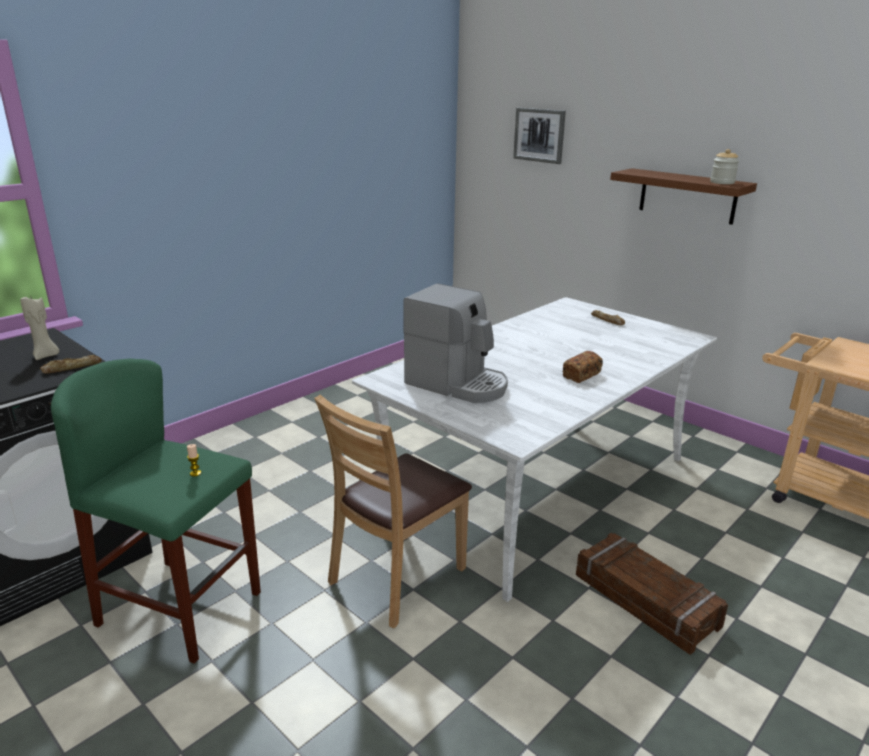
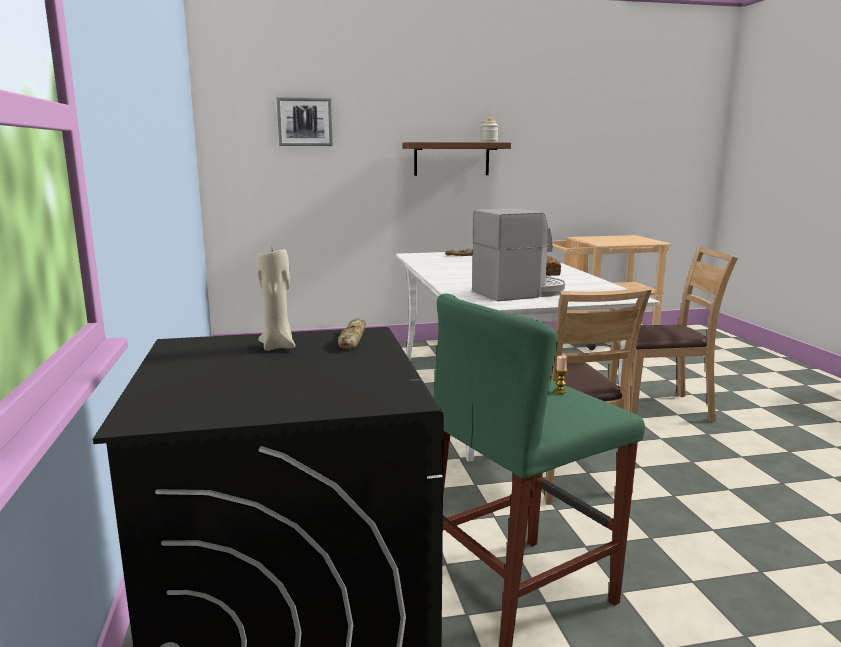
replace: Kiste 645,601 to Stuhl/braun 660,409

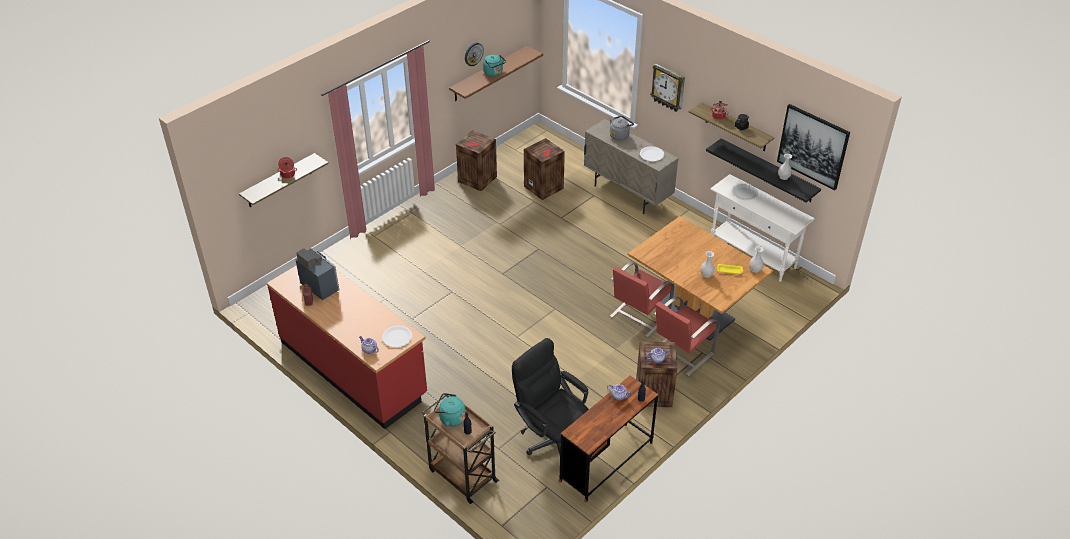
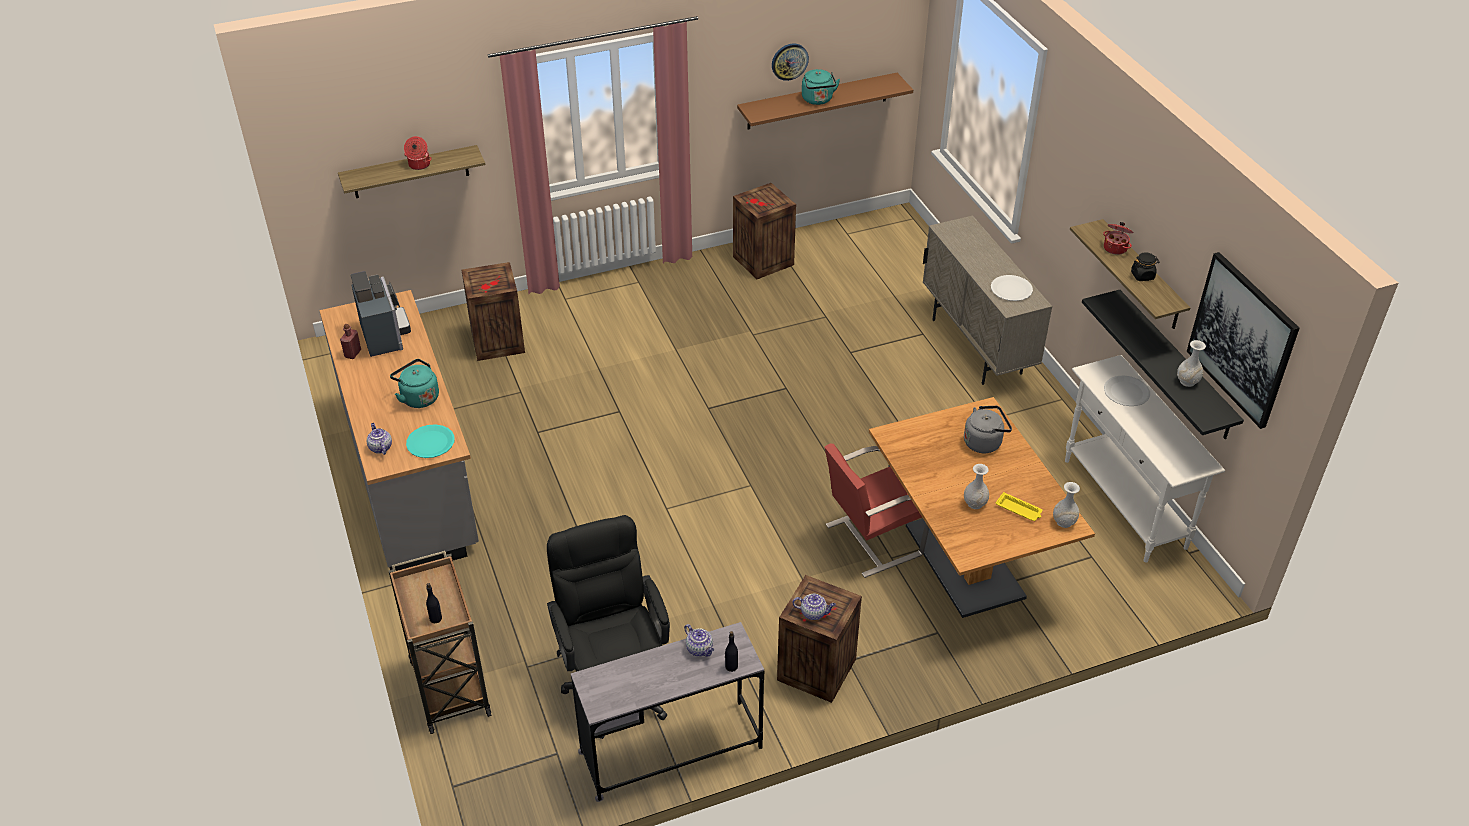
delete: Wanduhr 668,87; Stuhl/rot 681,353
move: Wasserkessel/türkis 450,418 to 418,397; Kiste 544,187 to 499,342; Wasserkessel/grau 620,135 to 984,442
recolor: Küchenzeile/rot 353,368 to Küchenzeile/grau 411,475; Teller/weiß 397,337 to Teller/türkis 430,442; Schreibtisch/braun 606,462 to Schreibtisch/grau 671,750

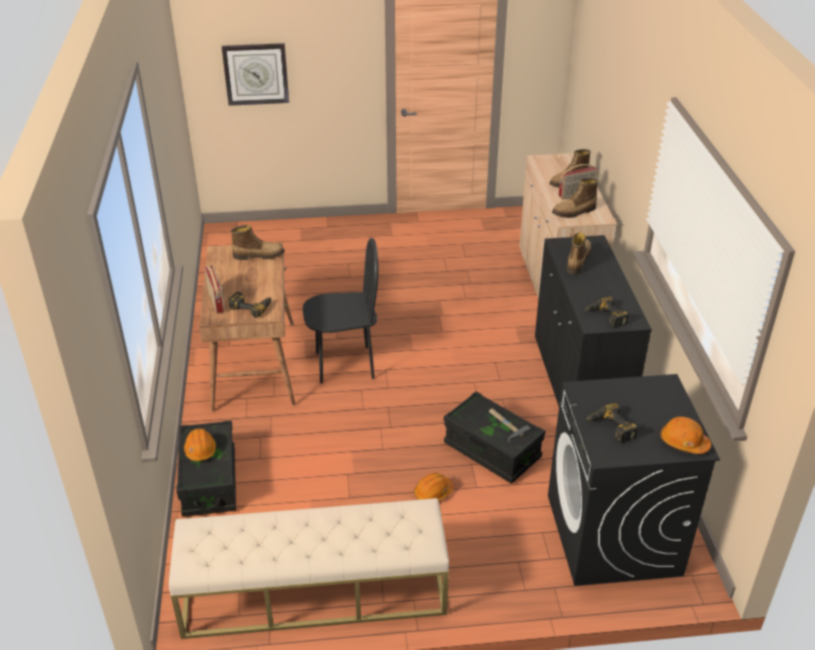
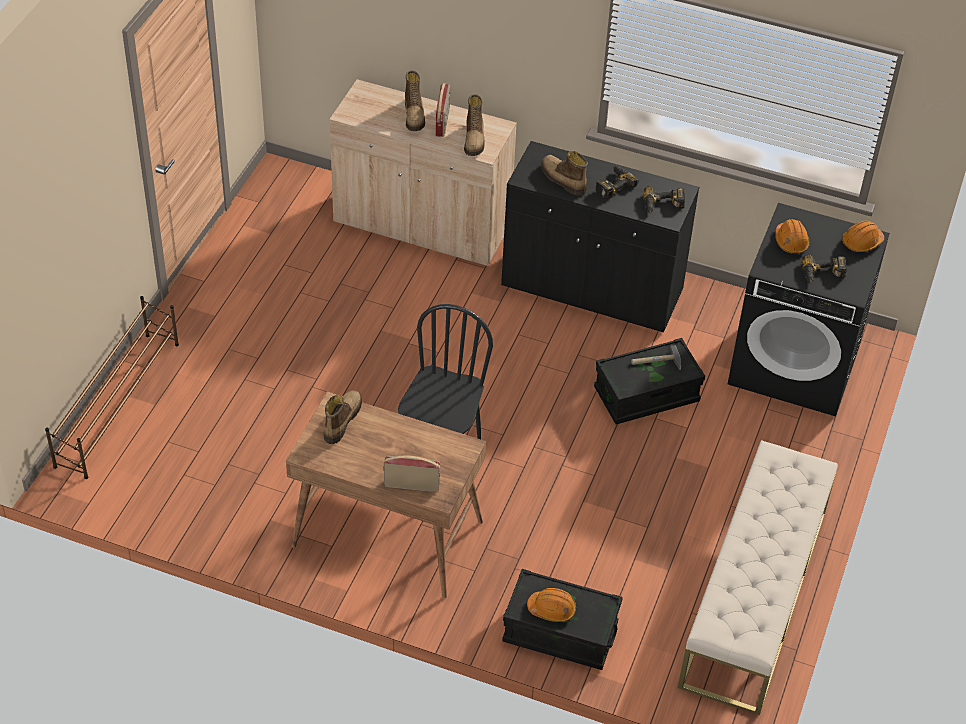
delete: Wanduhr 256,74
insert: Schuhregal/braun 119,403
move: Bohrmaschine 251,306 to 612,184; Schutzhelm/orange 433,493 to 791,242

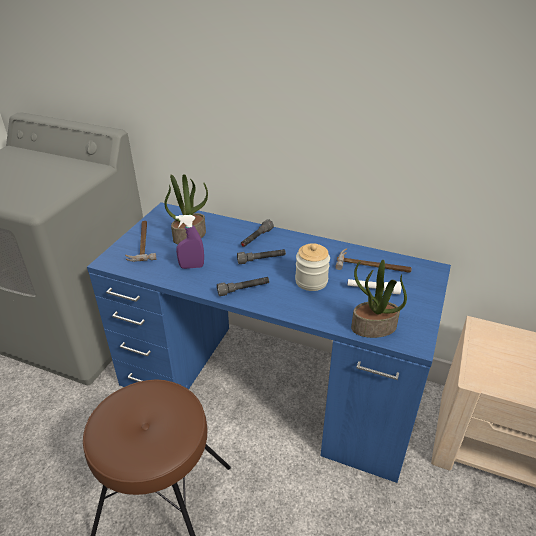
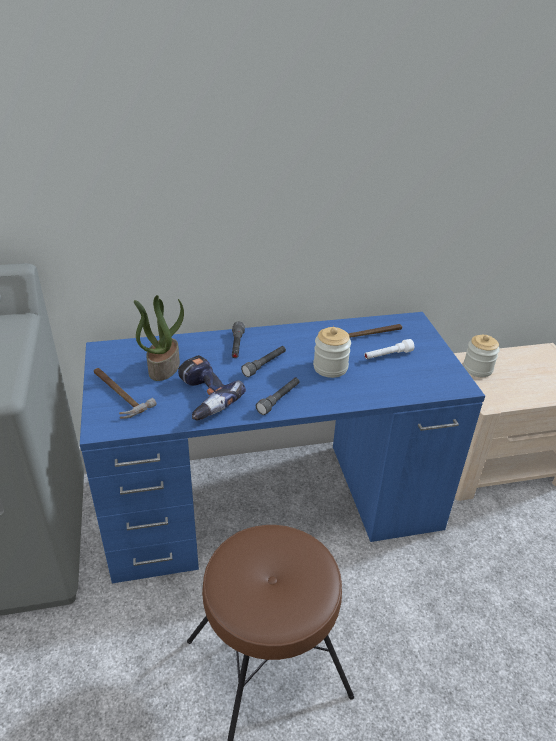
delete: Topfpflanze 373,328
insert: Vorratsglas 477,369
replace: Sprühflasche/lila 191,266 to Bohrmaschine 202,398

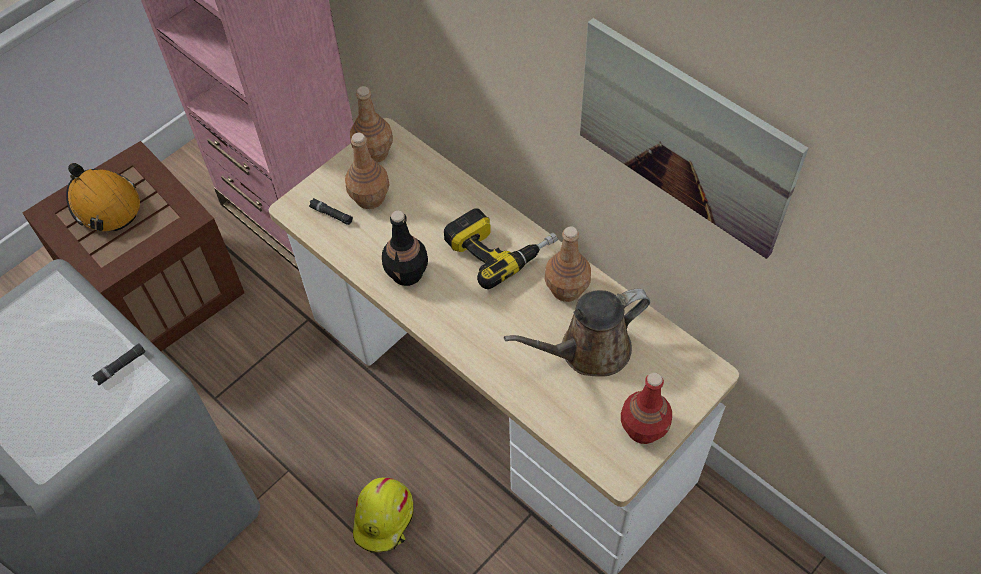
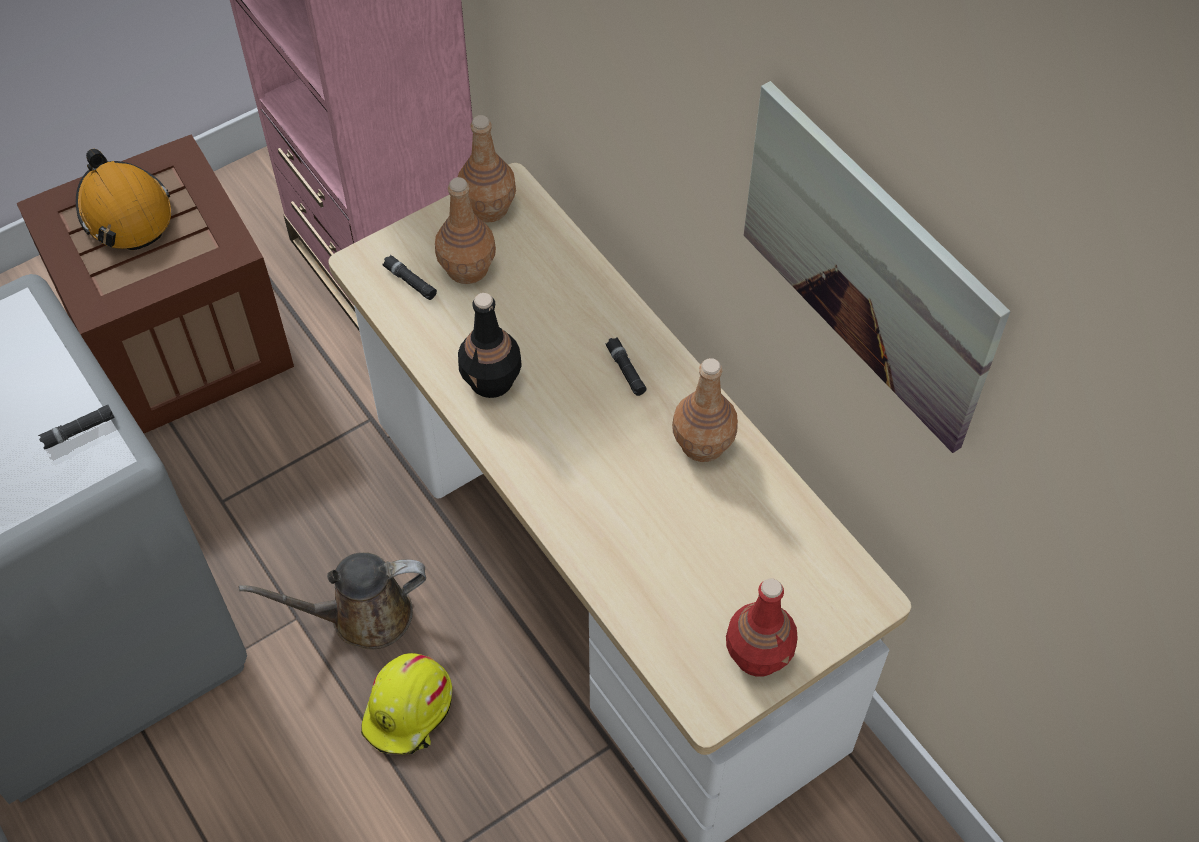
move: Gießkanne/braun 588,350 to 362,616
replace: Bohrmaschine 500,248 to Taschenlampe/schwarz 625,370

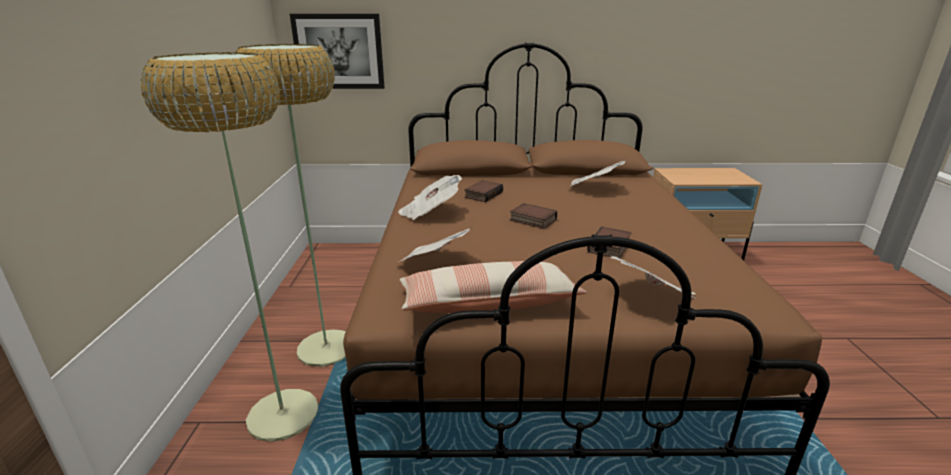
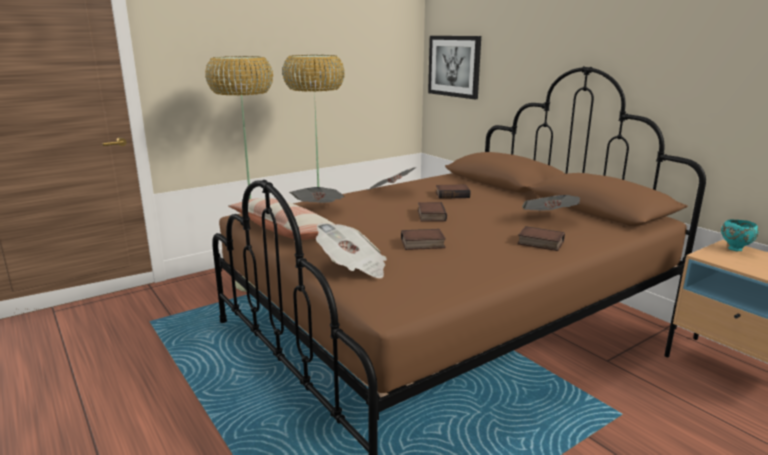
insert: Buch 539,243; Schüssel/türkis 735,249

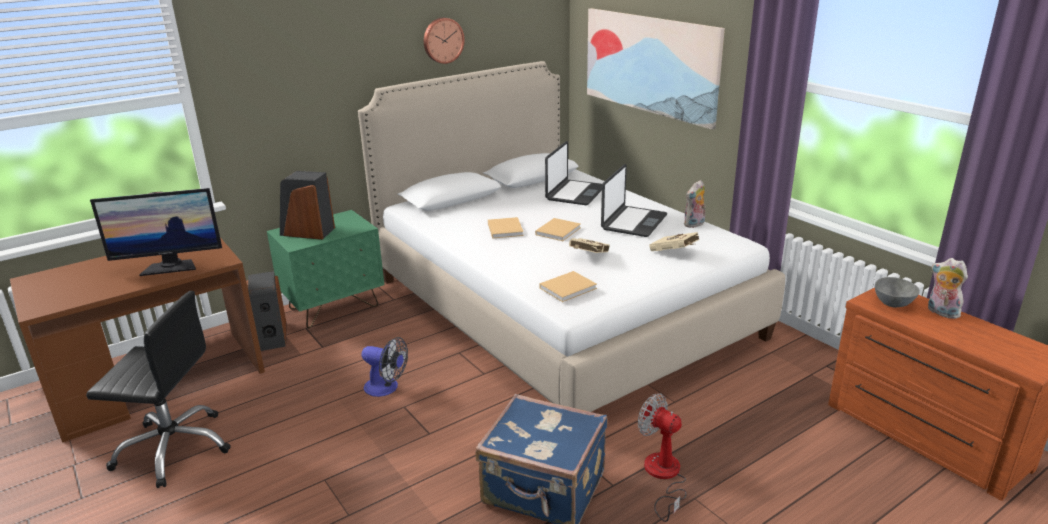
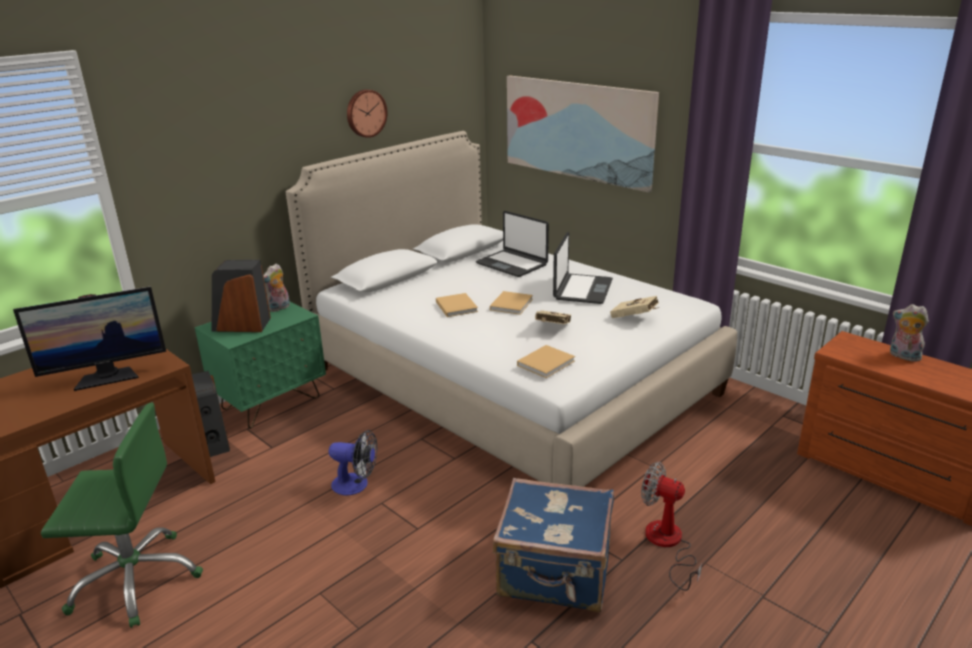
delete: Schüssel/grau 893,303
move: Plüschtier 694,225 to 279,308
recolor: Bürostuhl/schwarz 174,448 to Bürostuhl/grün 136,579
rotate: Laptop 575,193 = 512,264 120 degrees clockwise

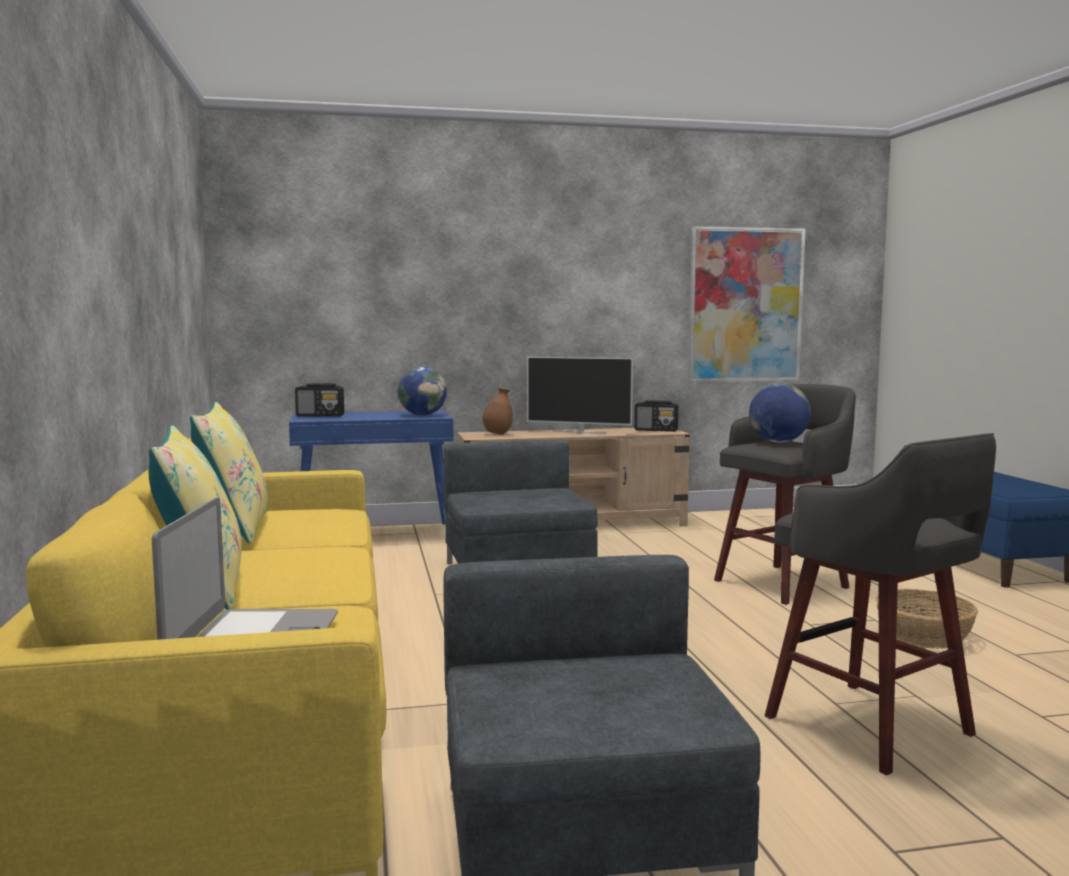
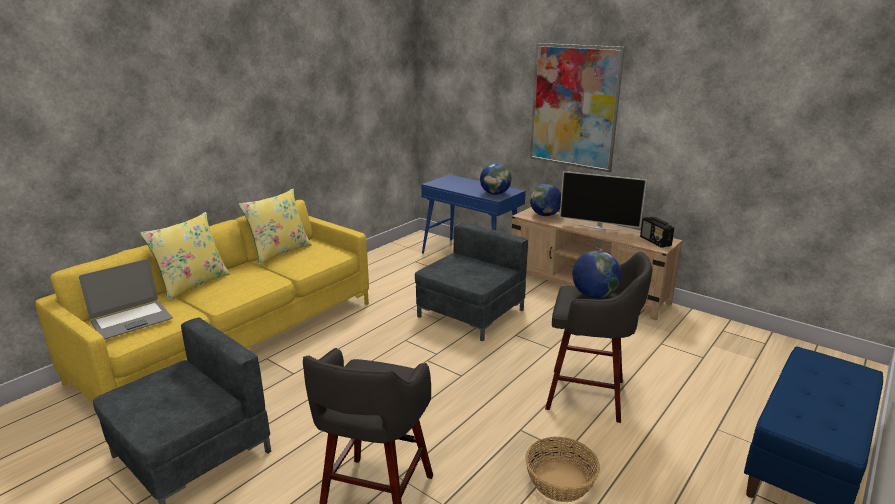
delete: Radio 320,416
move: Bild 745,305 to 574,106
replace: Vase/braun 497,434 to Globus 545,215
rotate: Fernseher 579,432 = 598,227 45 degrees counterclockwise

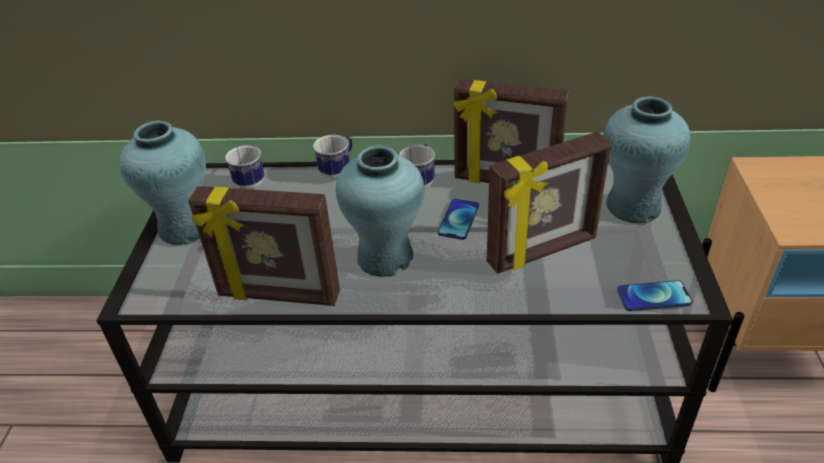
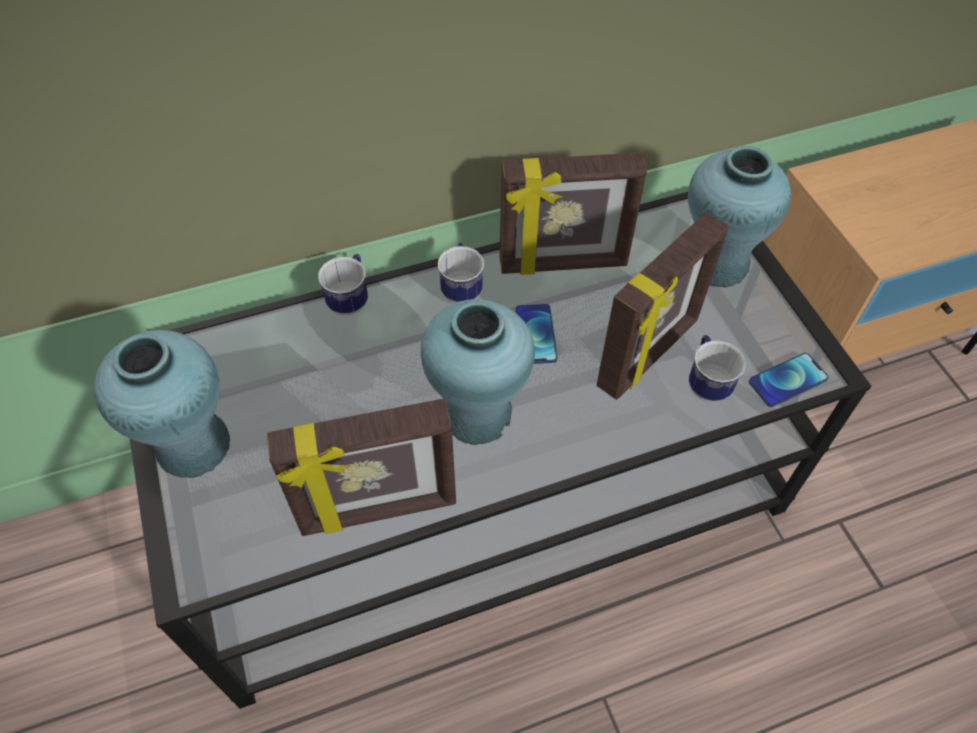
move: Henkelbecher 251,181 to 706,383

